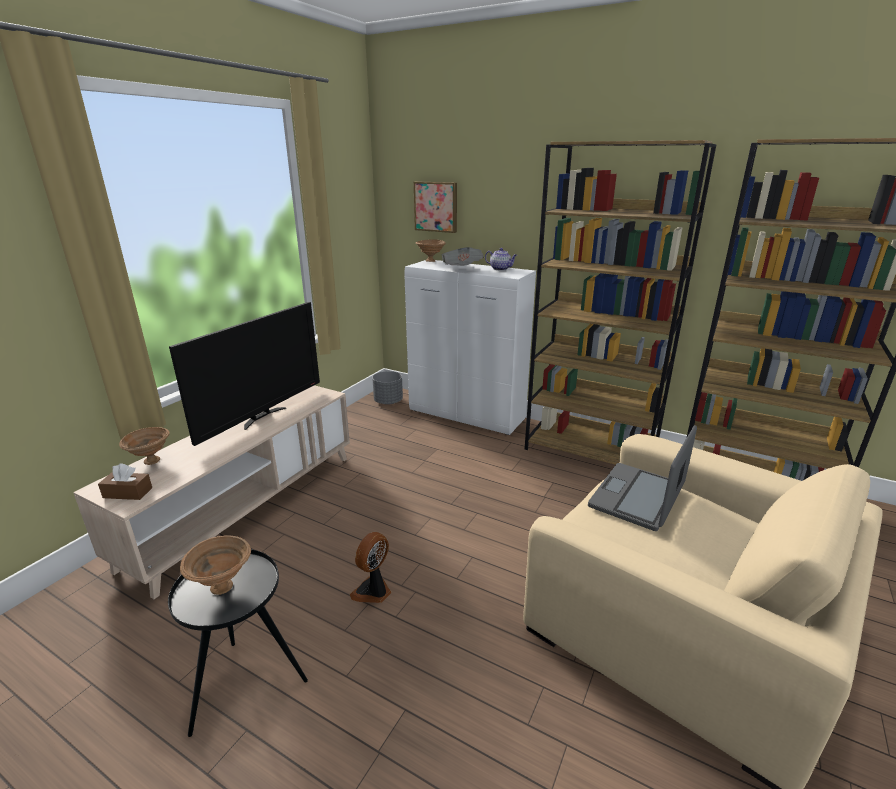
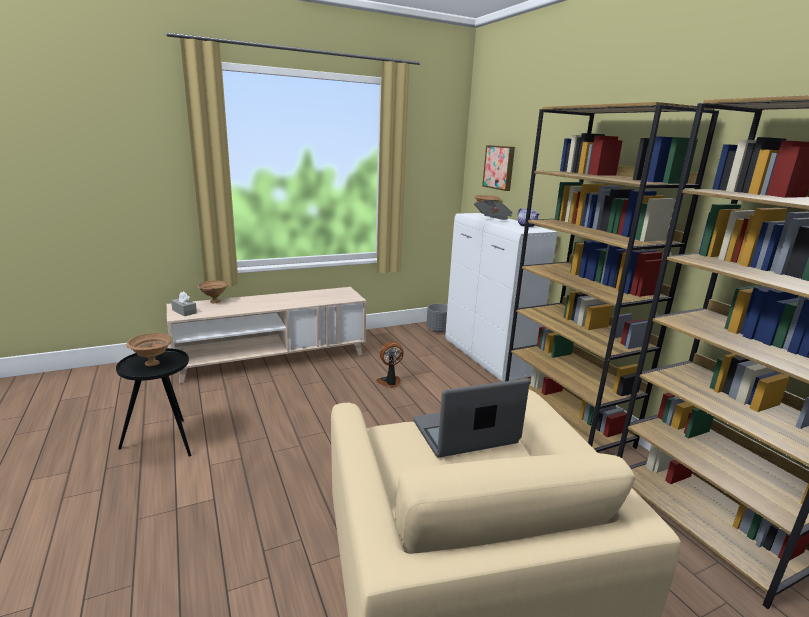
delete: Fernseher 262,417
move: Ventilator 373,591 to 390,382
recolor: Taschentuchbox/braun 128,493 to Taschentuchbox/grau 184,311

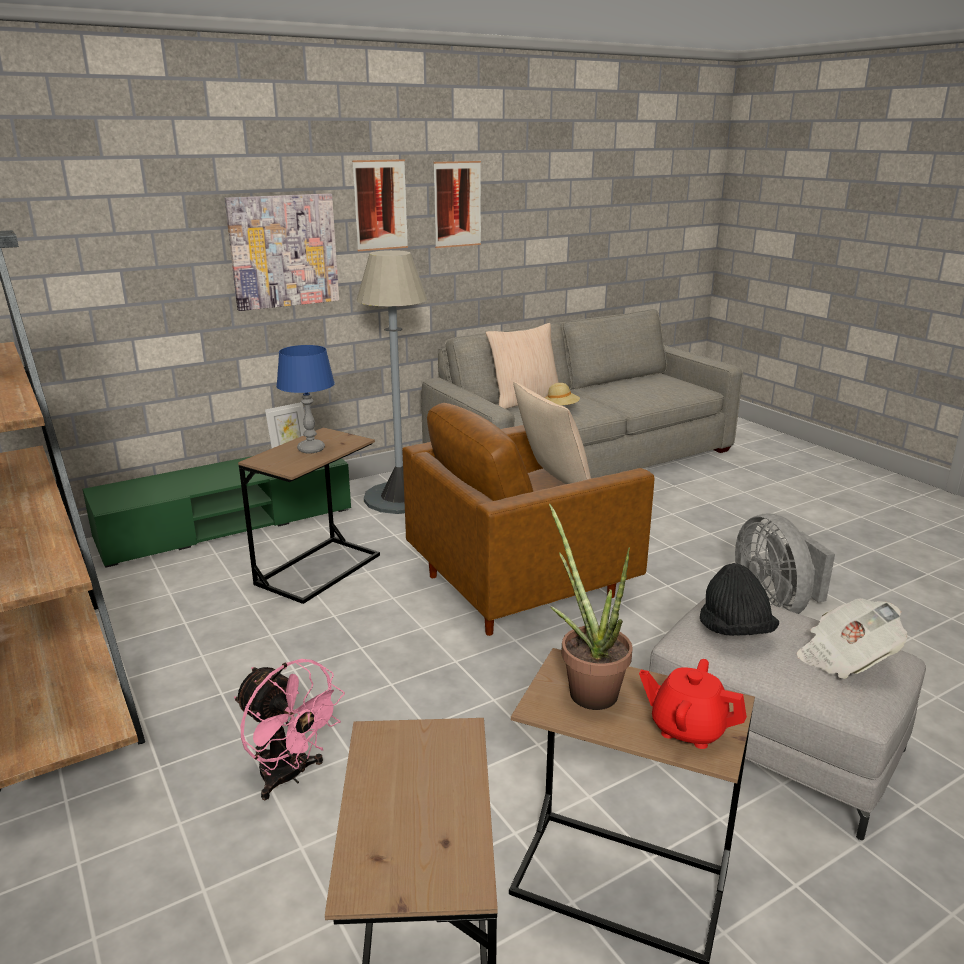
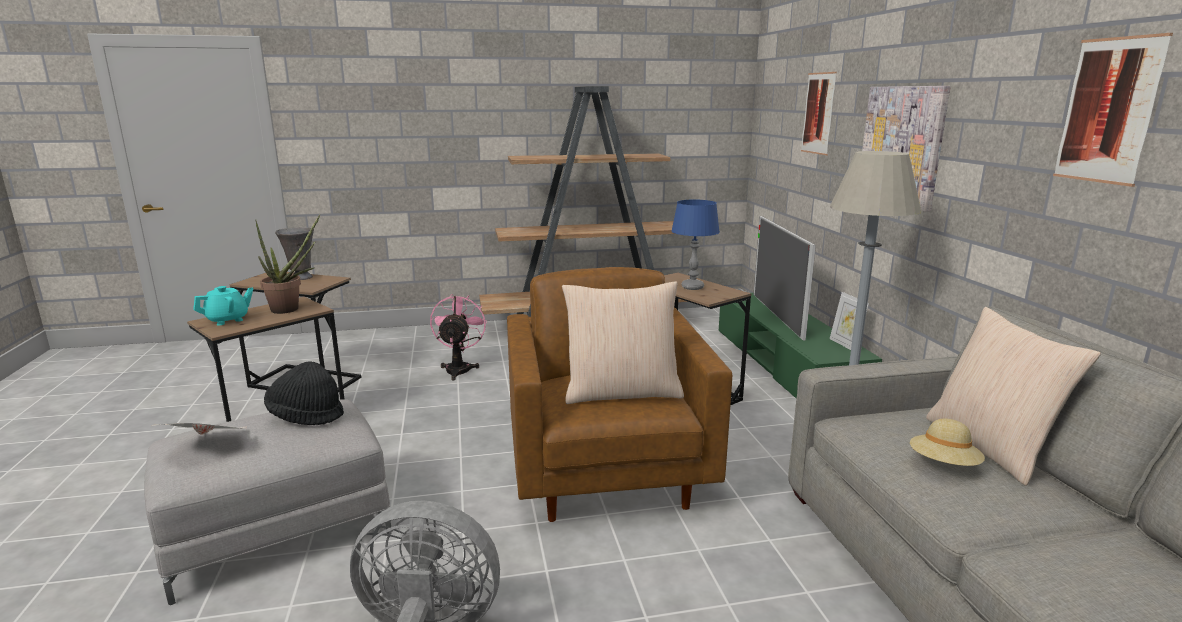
insert: Vase/grau 301,278; Fernseher 776,315
move: Bild 380,205 to 818,113
recolor: Teekanne/rot 687,728 to Teekanne/türkis 228,320
rotate: Ventilator/rosa 289,776 = 459,368 120 degrees clockwise

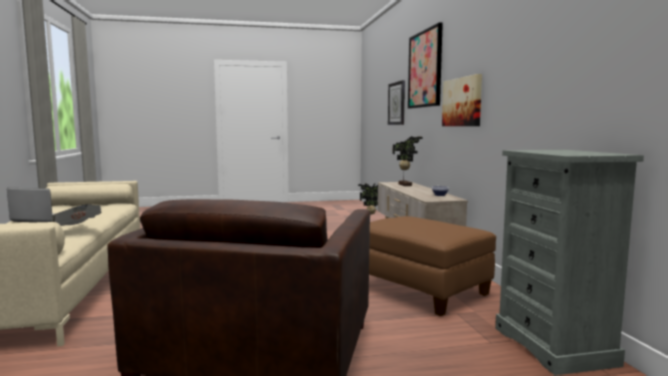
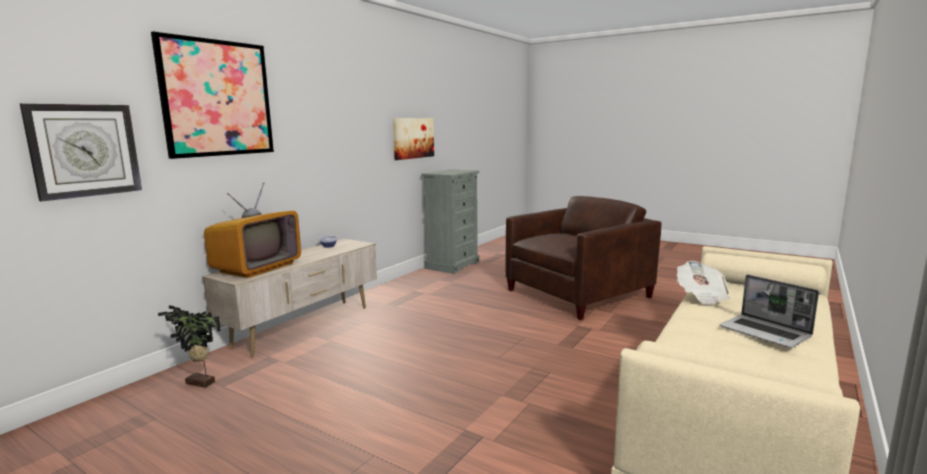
delete: Polsterhocker/braun 420,291
move: Bild 462,102 to 413,138
replace: Topfpflanze 406,185 to Fernseher 257,268

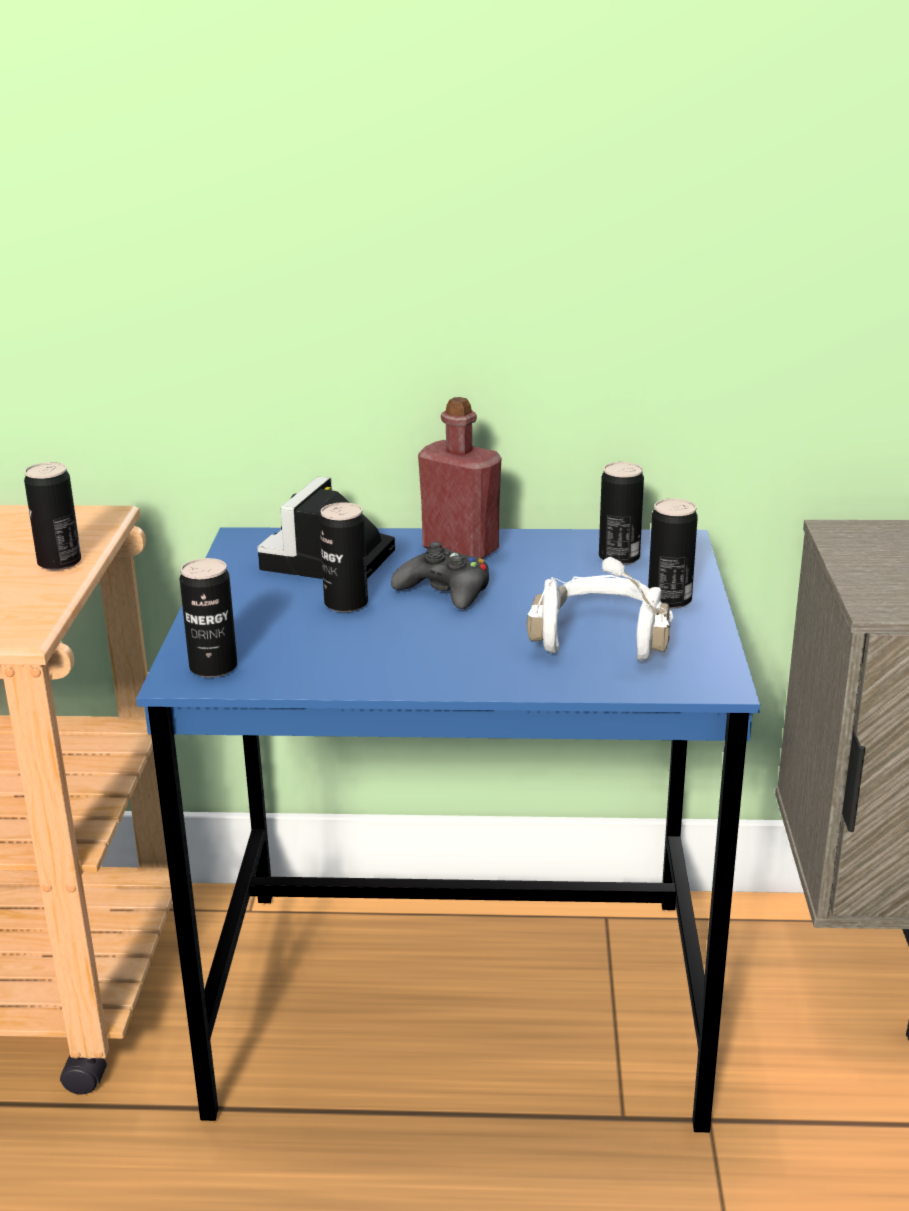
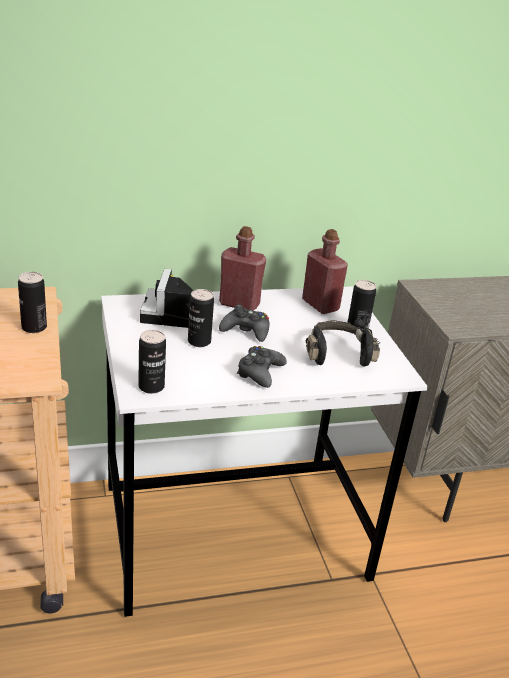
insert: Gamepad/schwarz 260,372
replace: Dose 619,557 to Flasche/rot 320,305
recolor: Schreibtisch/blau 462,1001 to Schreibtisch/weiß 235,531; Kopfhörer/weiß 601,638 to Kopfhörer/schwarz 337,354

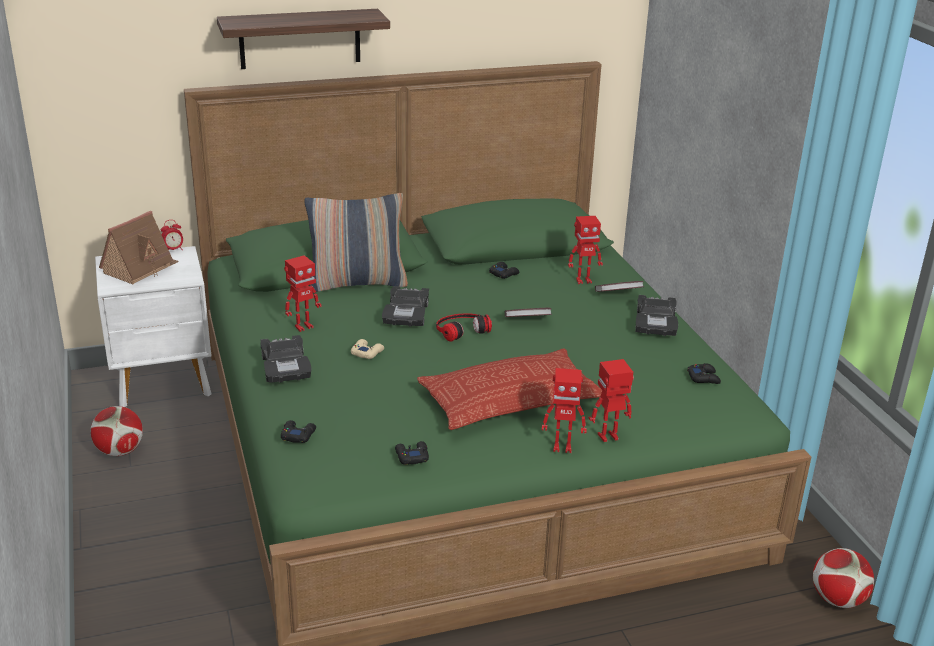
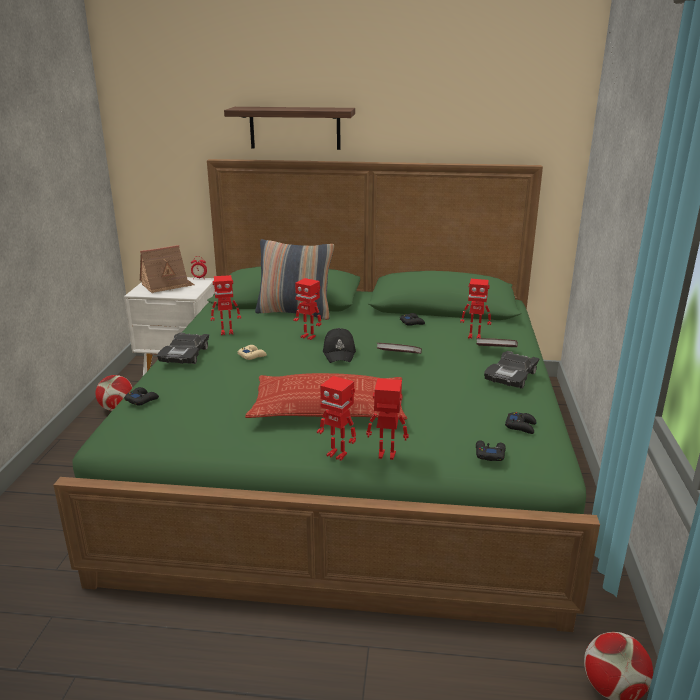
move: Gamepad/schwarz 411,456 to 489,454
replace: Spielzeugauto/schwarz 406,314 to Spielzeugroboter 308,337; Kopfhörer 461,329 to Kappe/schwarz 339,353

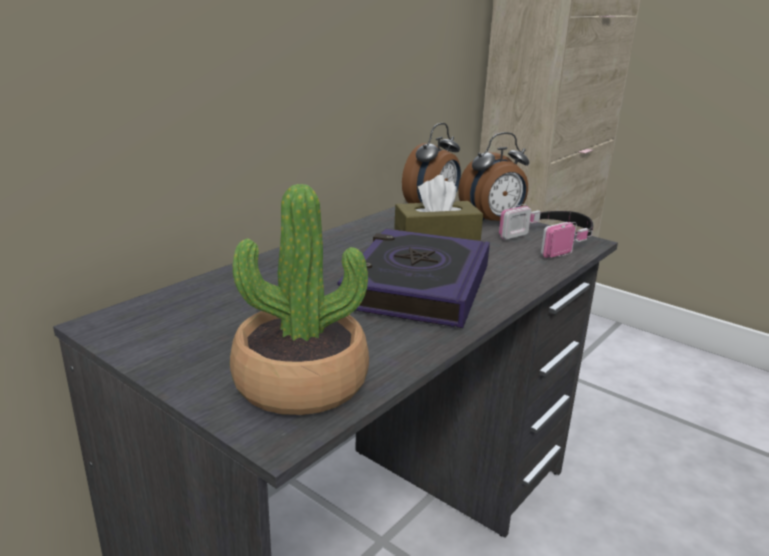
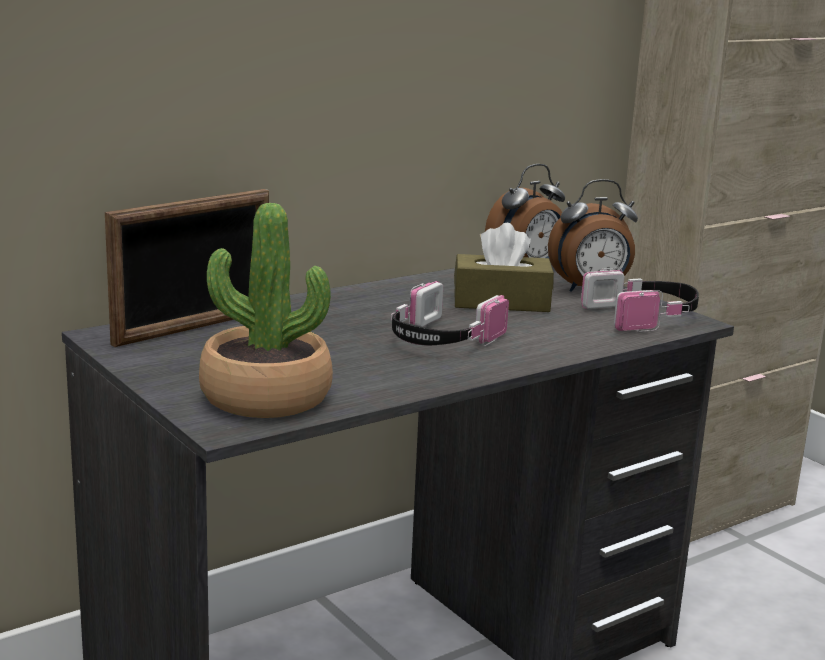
insert: Bilderrahmen 194,327
replace: Buch 417,286 to Kopfhörer 441,340

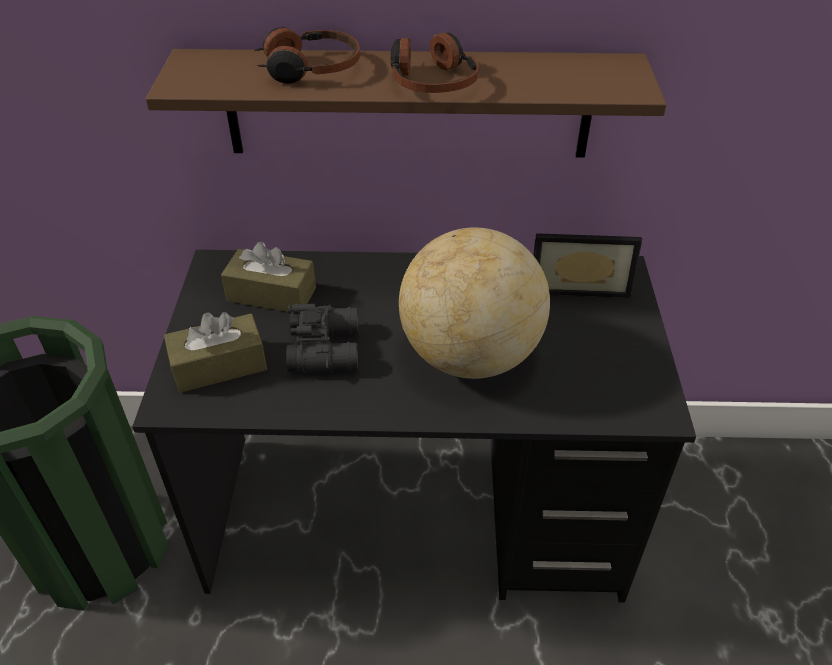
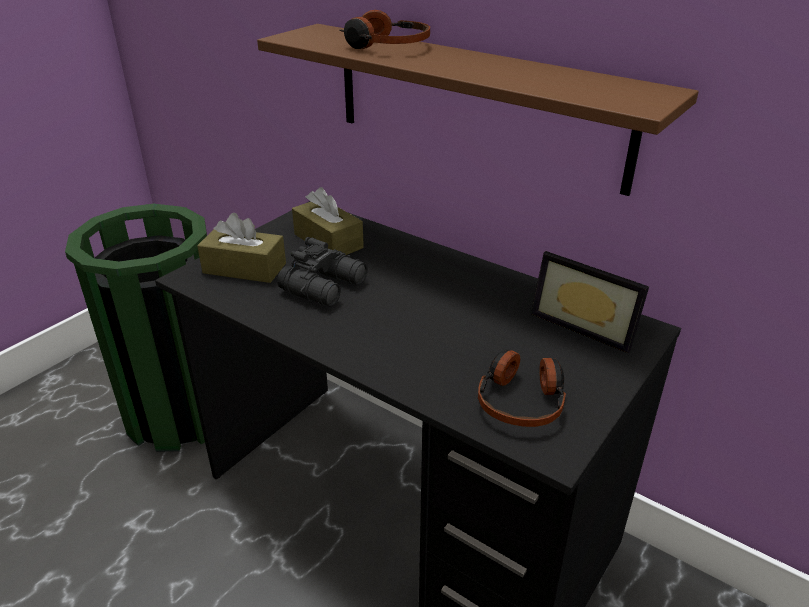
delete: Globus 469,356
move: Kopfhörer 431,80 to 521,399

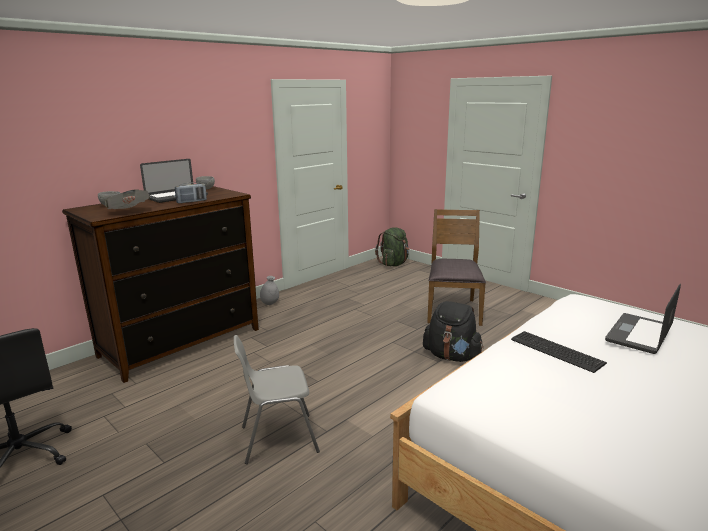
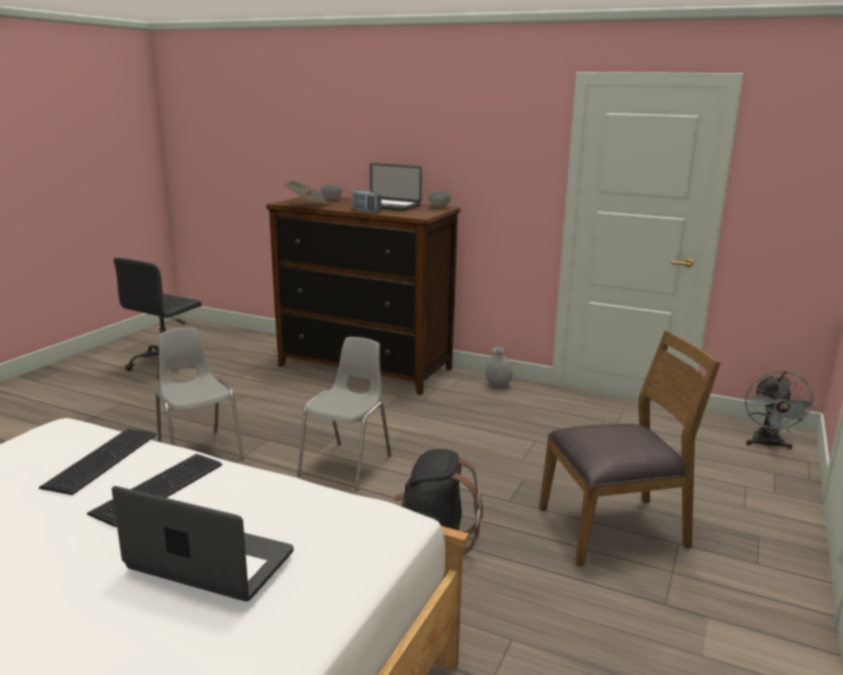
insert: Tastatur 98,460; Stuhl/grau 347,465
replace: Rucksack/grün 394,264 to Ventilator/grau 768,445

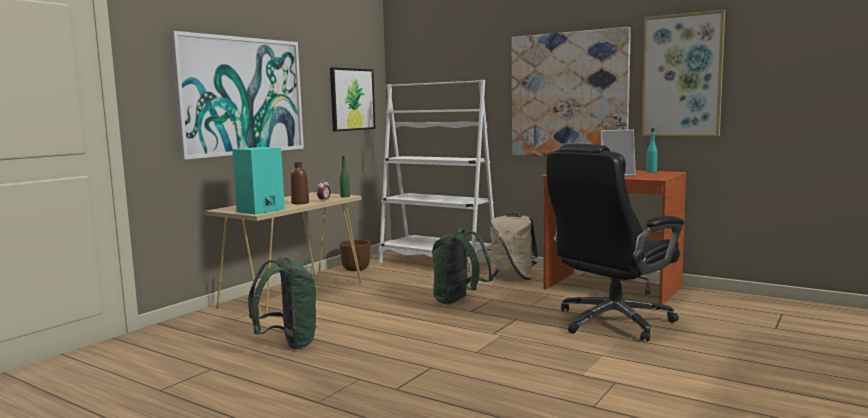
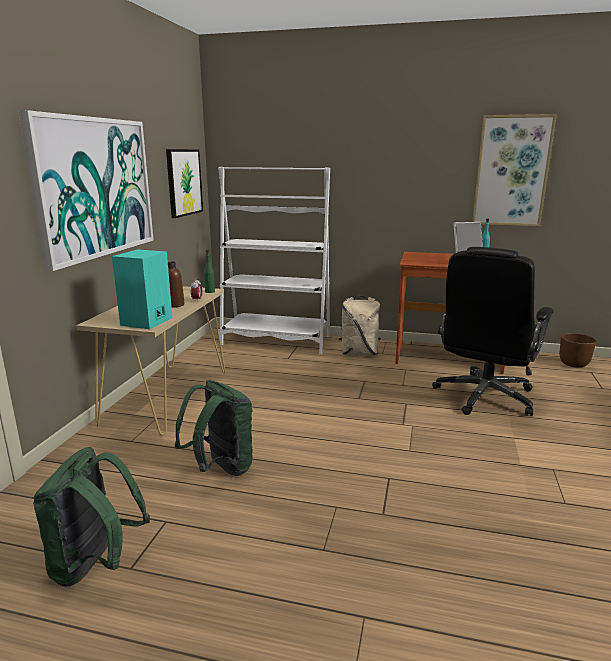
delete: Bild 568,95
move: Pflanzkübel/braun 355,269 to 573,364; Rucksack/grün 459,301 to 95,565

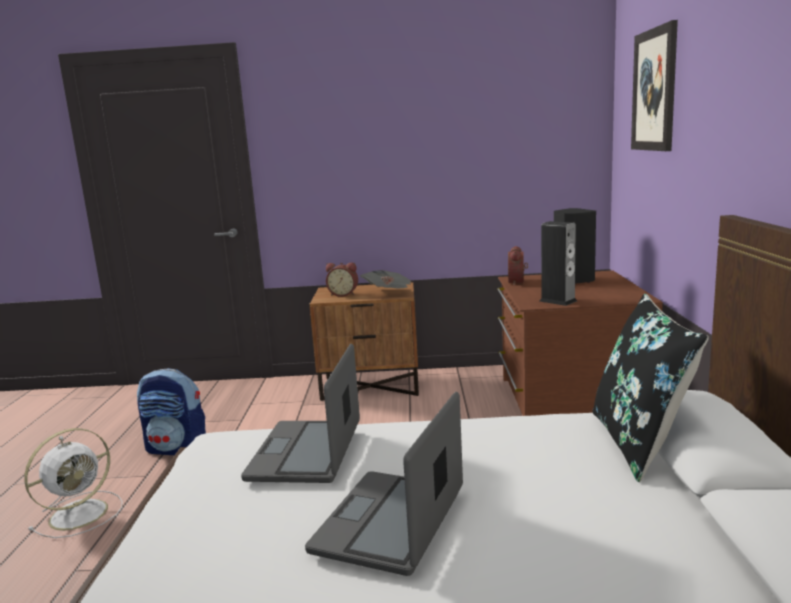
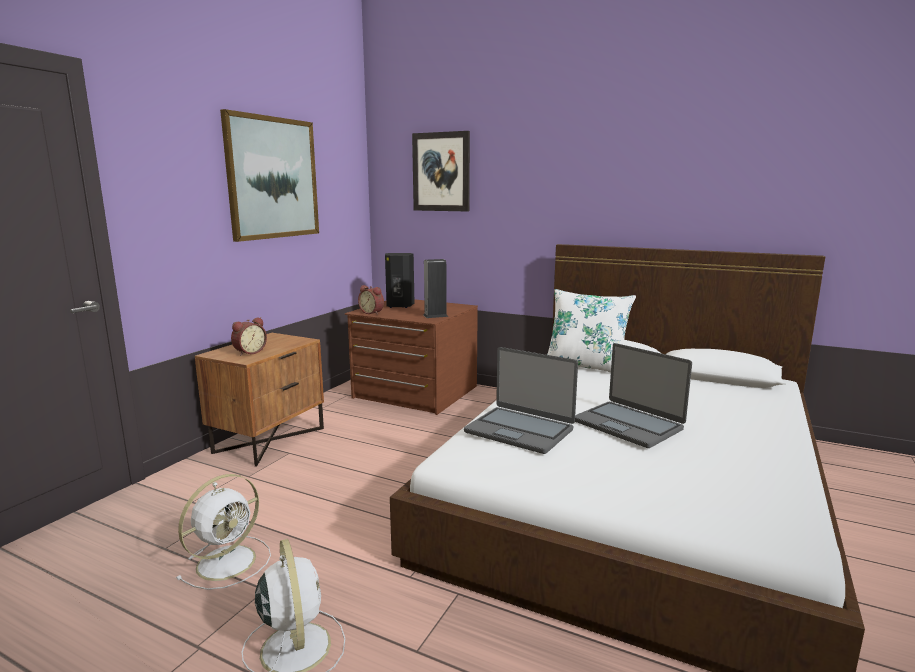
delete: Zeitung 388,294
insert: Bild 273,178
replace: Rucksack 177,448 to Ventilator/weiß 228,561
recolor: Kissen/schwarz 639,443 to Kissen/weiß 586,366

